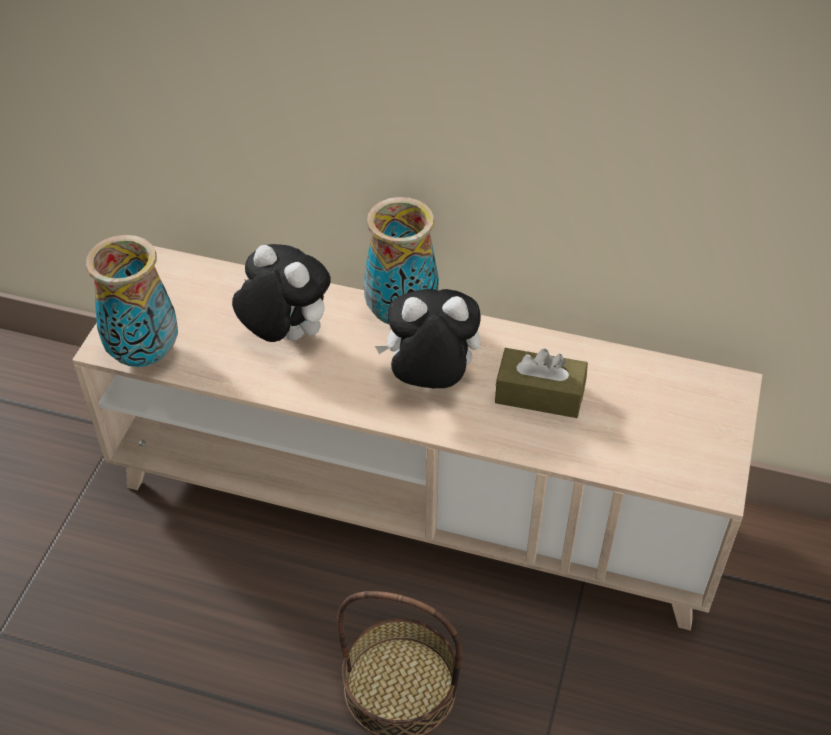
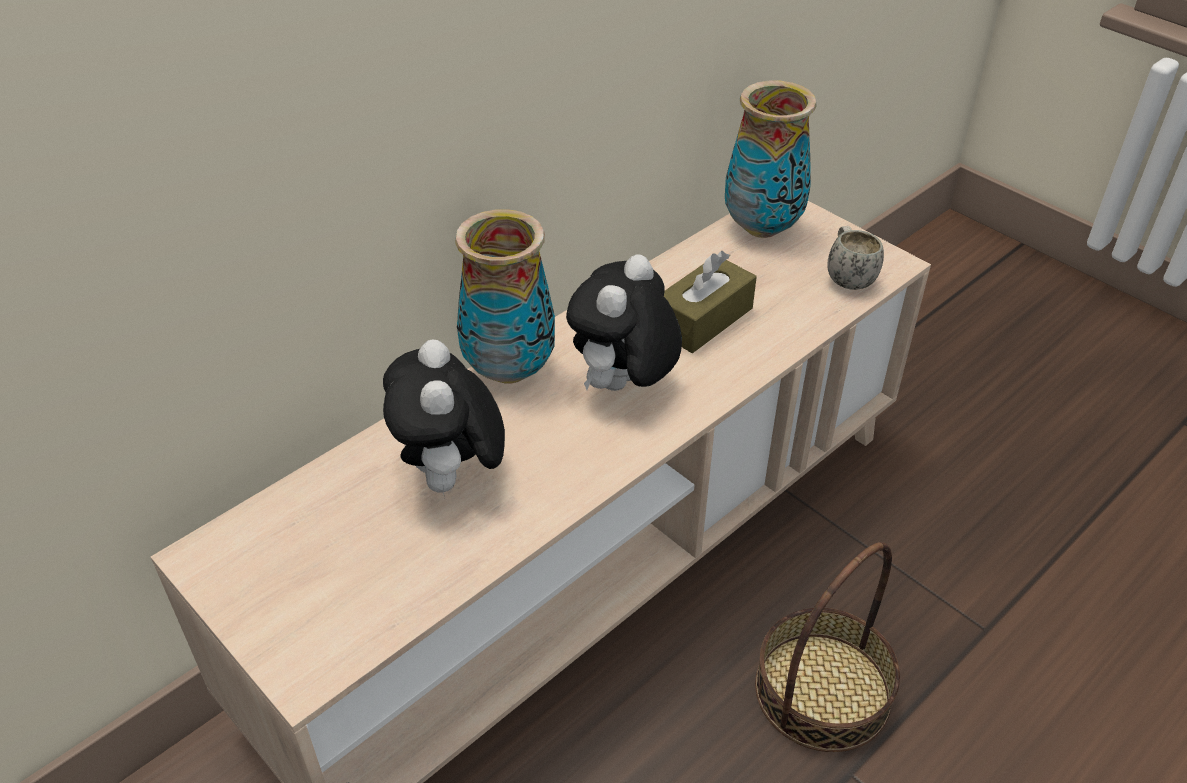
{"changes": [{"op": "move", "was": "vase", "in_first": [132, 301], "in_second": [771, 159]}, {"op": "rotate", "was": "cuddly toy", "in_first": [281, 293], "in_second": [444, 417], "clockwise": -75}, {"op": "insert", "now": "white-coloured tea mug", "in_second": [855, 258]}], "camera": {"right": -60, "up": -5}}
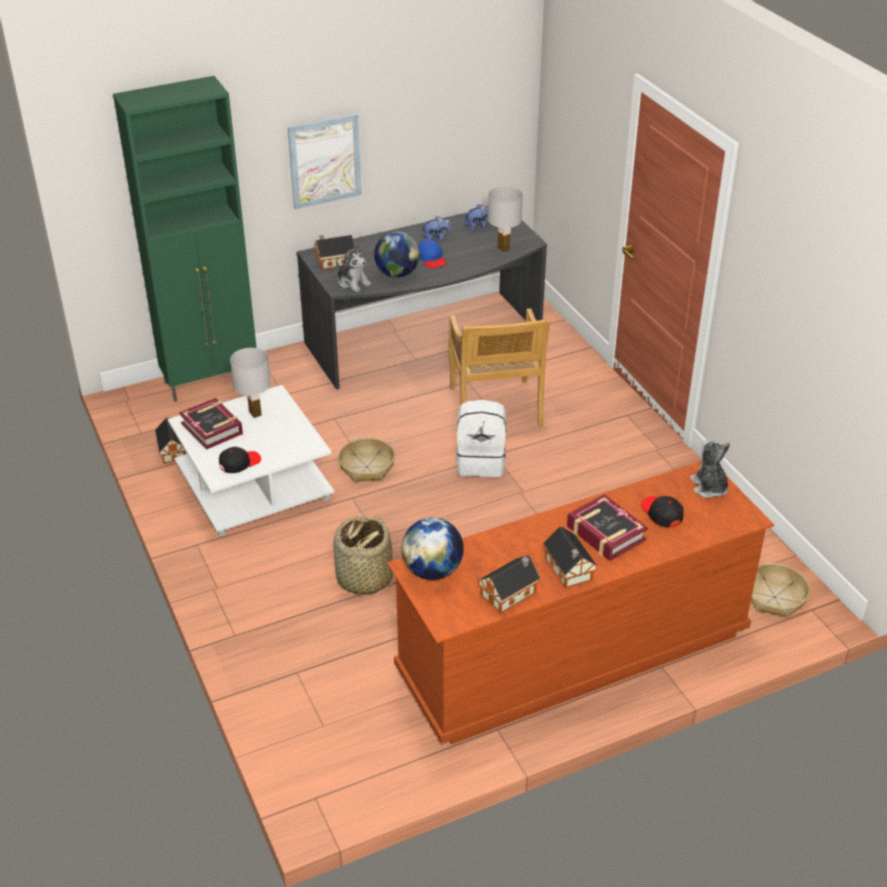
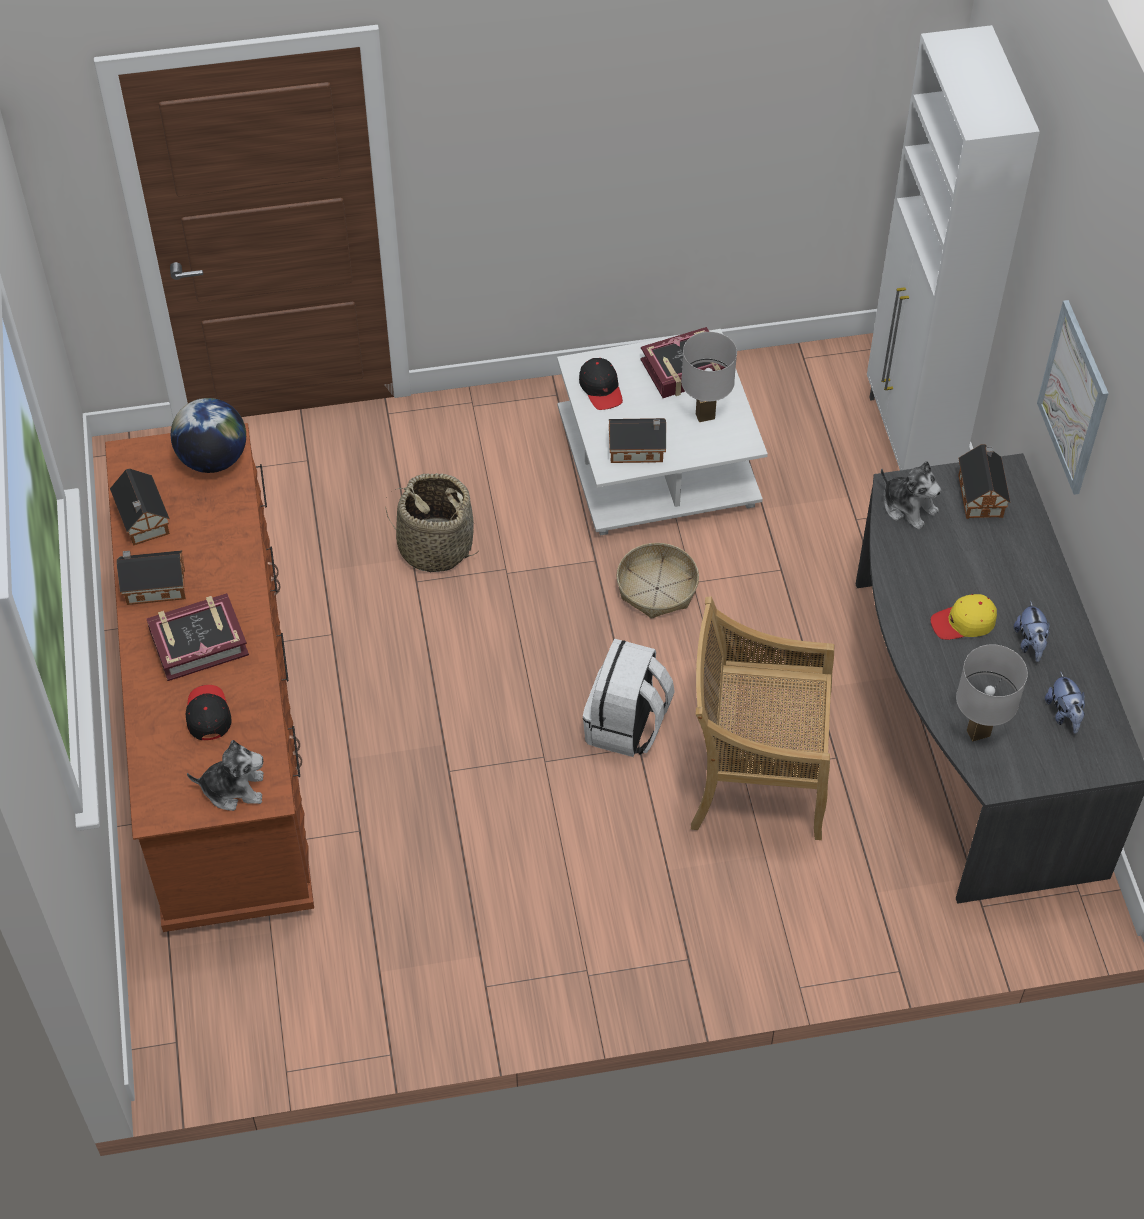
{"changes": [{"op": "recolor", "was": "greenish storage cabinet", "now": "white-coloured storage cabinet", "in_first": [185, 239], "in_second": [953, 247]}, {"op": "delete", "was": "desk globe", "in_first": [397, 254]}, {"op": "recolor", "was": "blue cap", "now": "yellow-coloured cap", "in_first": [432, 253], "in_second": [964, 617]}, {"op": "rotate", "was": "cuddly toy", "in_first": [353, 268], "in_second": [911, 495], "clockwise": -105}, {"op": "move", "was": "model house", "in_first": [170, 440], "in_second": [637, 440]}, {"op": "rotate", "was": "black-coloured cap", "in_first": [662, 512], "in_second": [209, 712], "clockwise": -90}, {"op": "delete", "was": "household basket", "in_first": [780, 590]}], "camera": {"right": 105, "up": 15}}
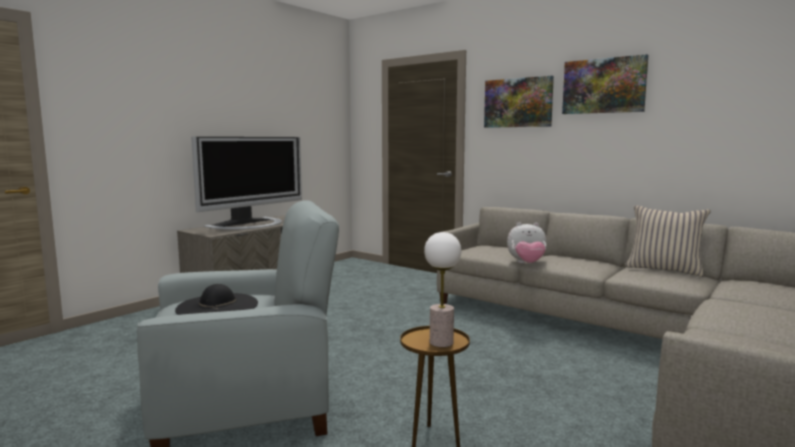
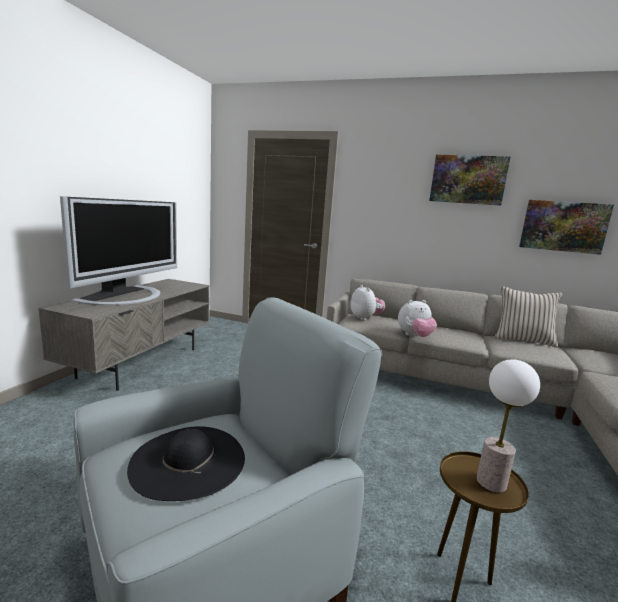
{"changes": [{"op": "move", "was": "picture", "in_first": [519, 102], "in_second": [566, 227]}, {"op": "insert", "now": "cuddly toy", "in_second": [367, 302]}], "camera": {"right": -20, "up": 5}}
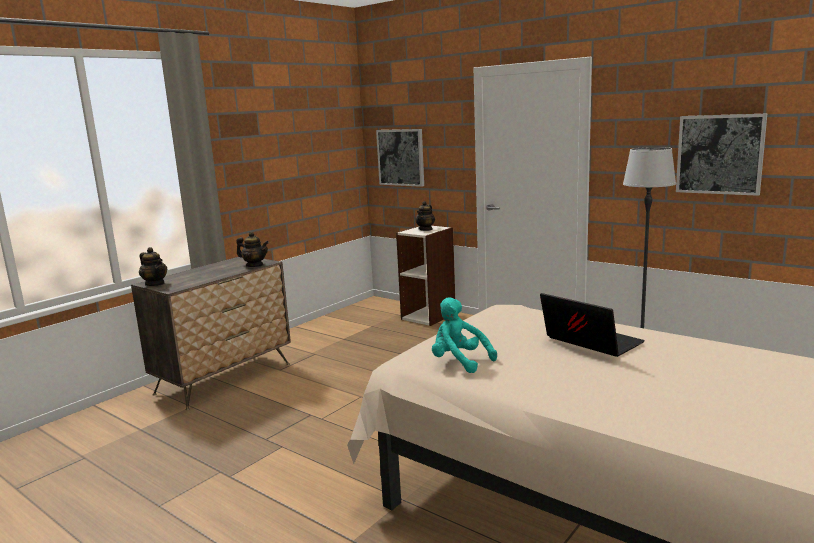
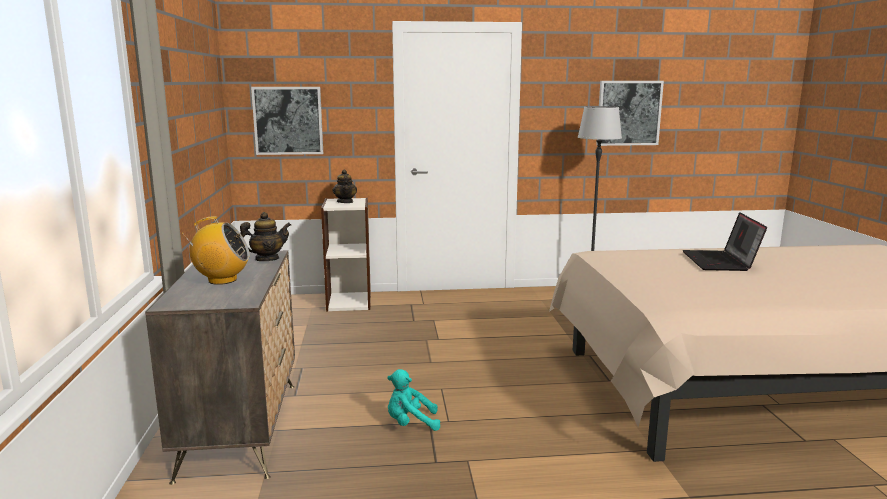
{"changes": [{"op": "delete", "was": "pot for tea", "in_first": [153, 266]}, {"op": "rotate", "was": "notebook computer", "in_first": [592, 325], "in_second": [725, 241], "clockwise": -90}, {"op": "move", "was": "turquoise cuddly toy", "in_first": [464, 335], "in_second": [413, 400]}, {"op": "insert", "now": "radio", "in_second": [216, 250]}], "camera": {"right": -45, "up": 0}}
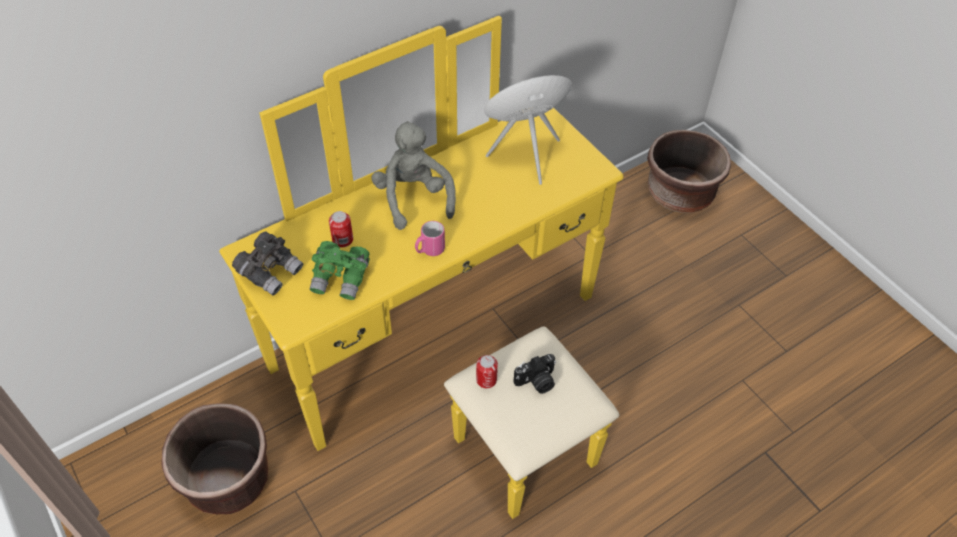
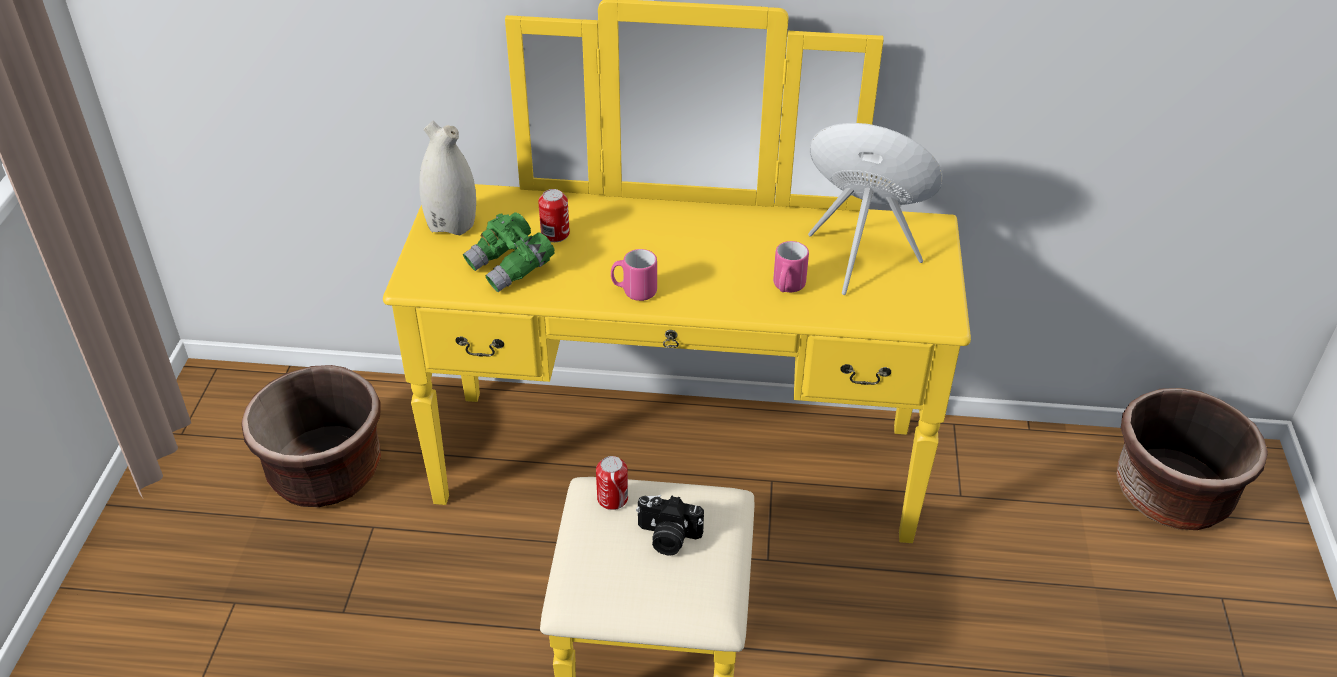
{"changes": [{"op": "delete", "was": "grey cuddly toy", "in_first": [413, 175]}, {"op": "replace", "was": "grey pair of binoculars", "now": "white-coloured vase", "in_first": [267, 264], "in_second": [447, 178]}, {"op": "insert", "now": "pinkish tea mug", "in_second": [791, 266]}], "camera": {"right": 40, "up": -10}}
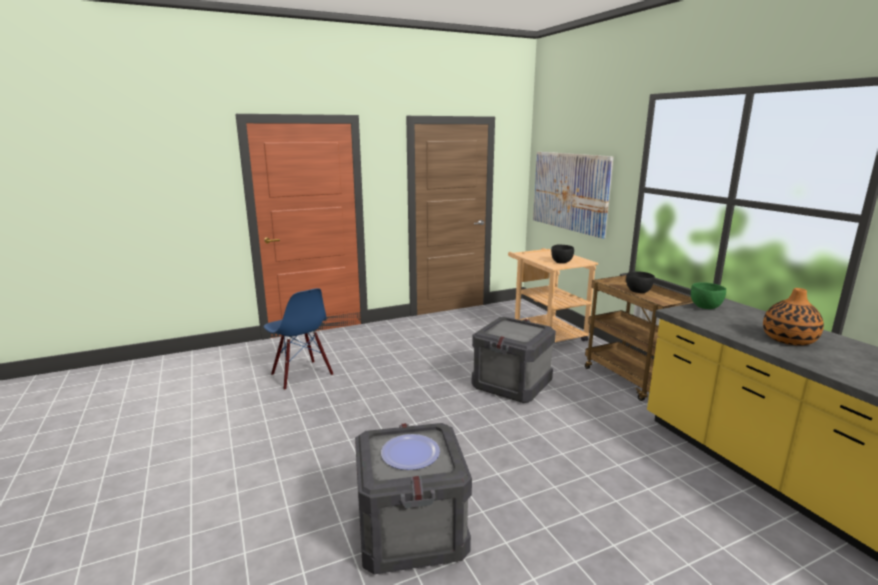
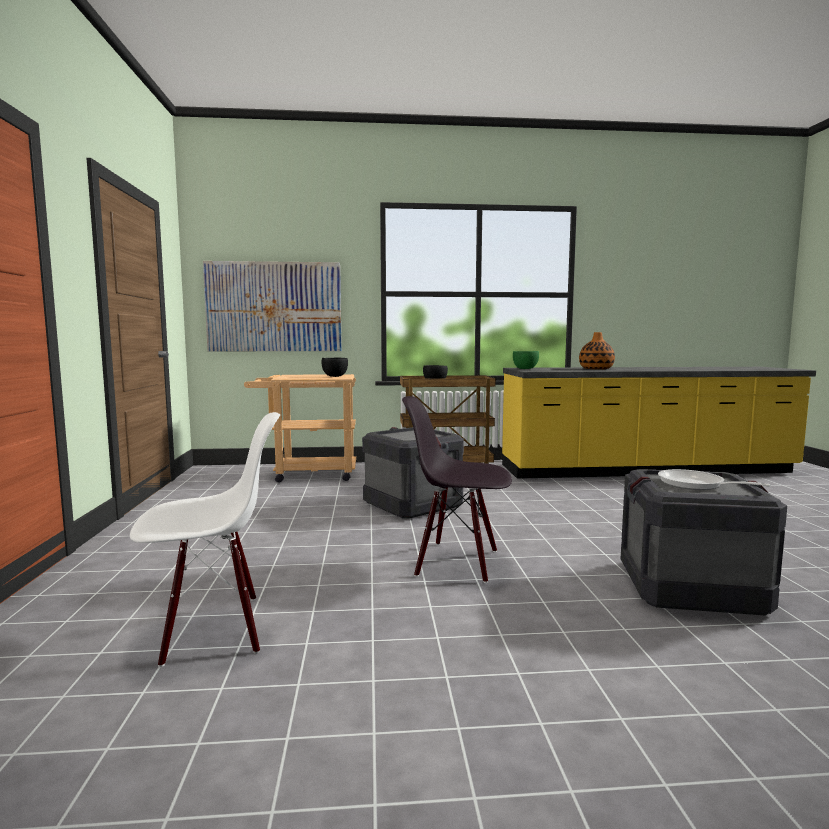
{"changes": [{"op": "recolor", "was": "blue upright chair", "now": "white-coloured upright chair", "in_first": [298, 339], "in_second": [205, 539]}, {"op": "replace", "was": "dinner plate", "now": "pan", "in_first": [410, 452], "in_second": [714, 479]}, {"op": "insert", "now": "black-coloured upright chair", "in_second": [457, 489]}], "camera": {"right": -70, "up": -10}}
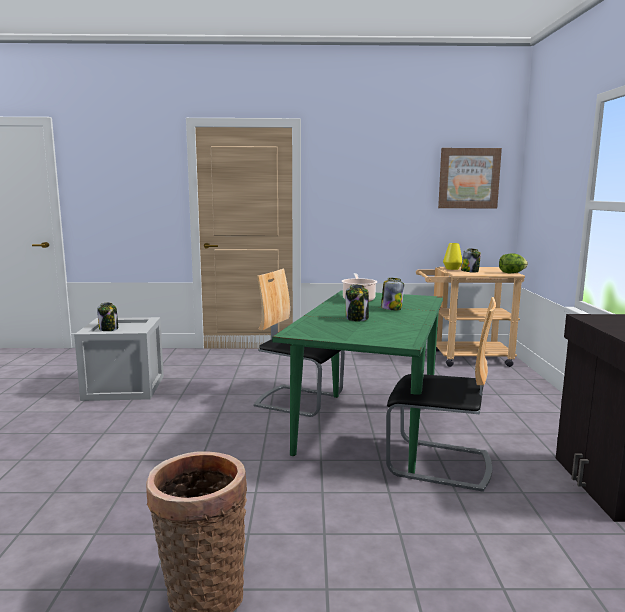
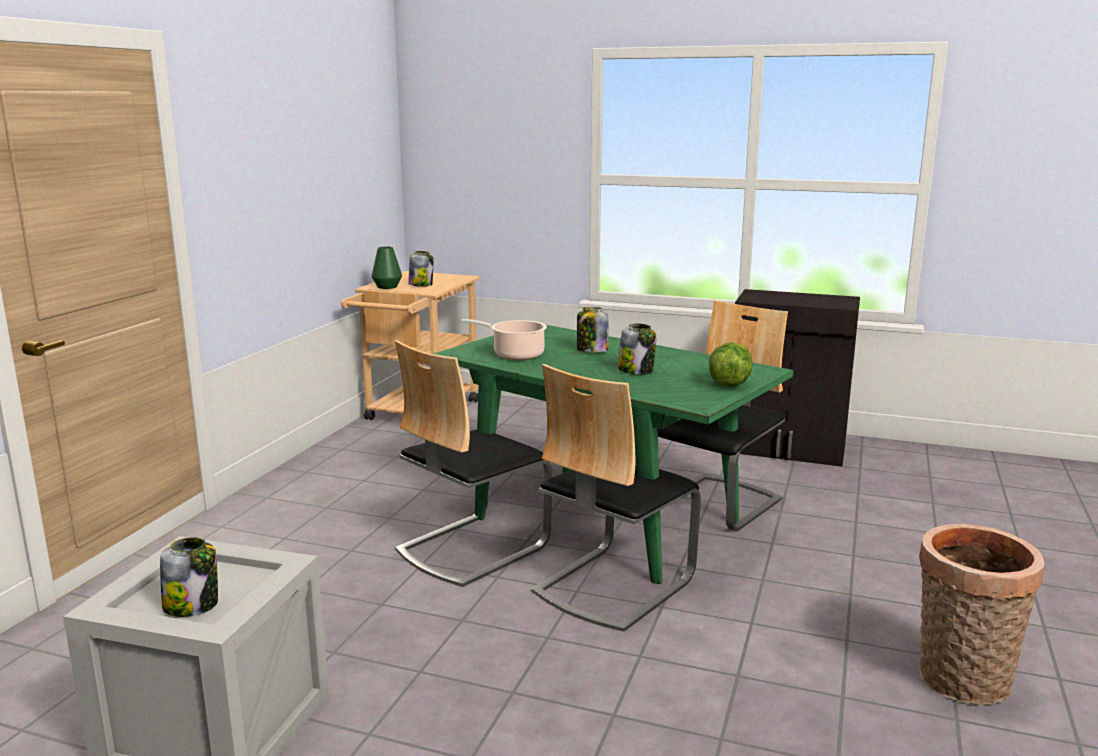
{"changes": [{"op": "delete", "was": "picture", "in_first": [470, 178]}, {"op": "recolor", "was": "yellow-coloured vase", "now": "greenish vase", "in_first": [452, 256], "in_second": [387, 267]}, {"op": "move", "was": "lettuce", "in_first": [513, 263], "in_second": [731, 364]}, {"op": "insert", "now": "upright chair", "in_second": [616, 498]}], "camera": {"right": -70, "up": 5}}
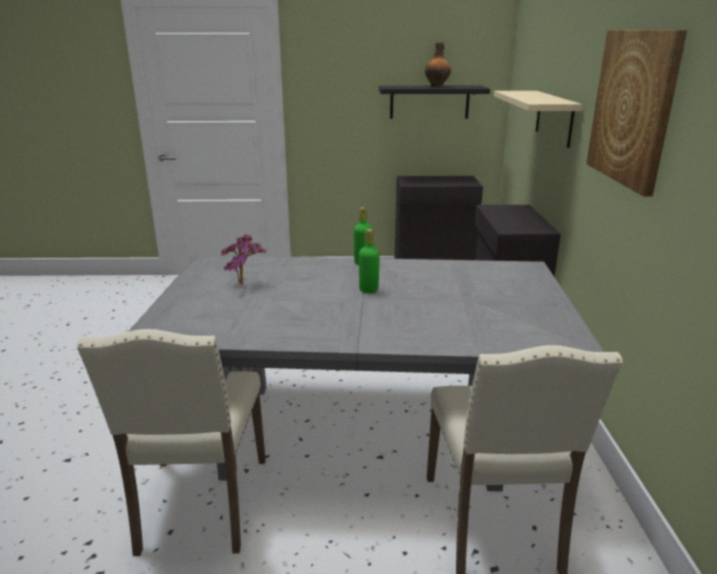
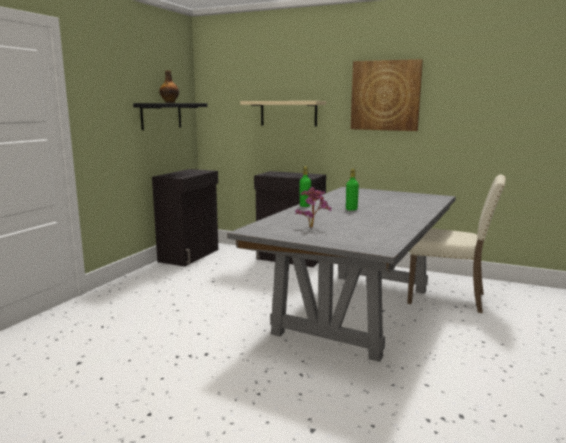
{"changes": [{"op": "delete", "was": "sand-coloured upright chair", "in_first": [171, 442]}], "camera": {"right": -65, "up": -10}}
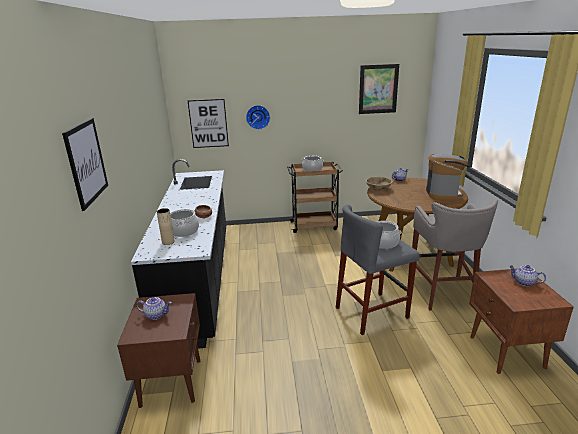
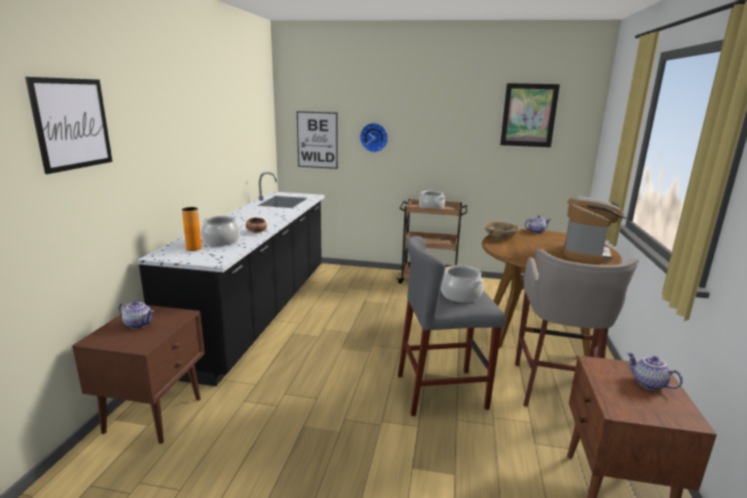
{"changes": [{"op": "recolor", "was": "sand-coloured vase", "now": "orange-coloured vase", "in_first": [166, 226], "in_second": [192, 229]}], "camera": {"right": 15, "up": -5}}
